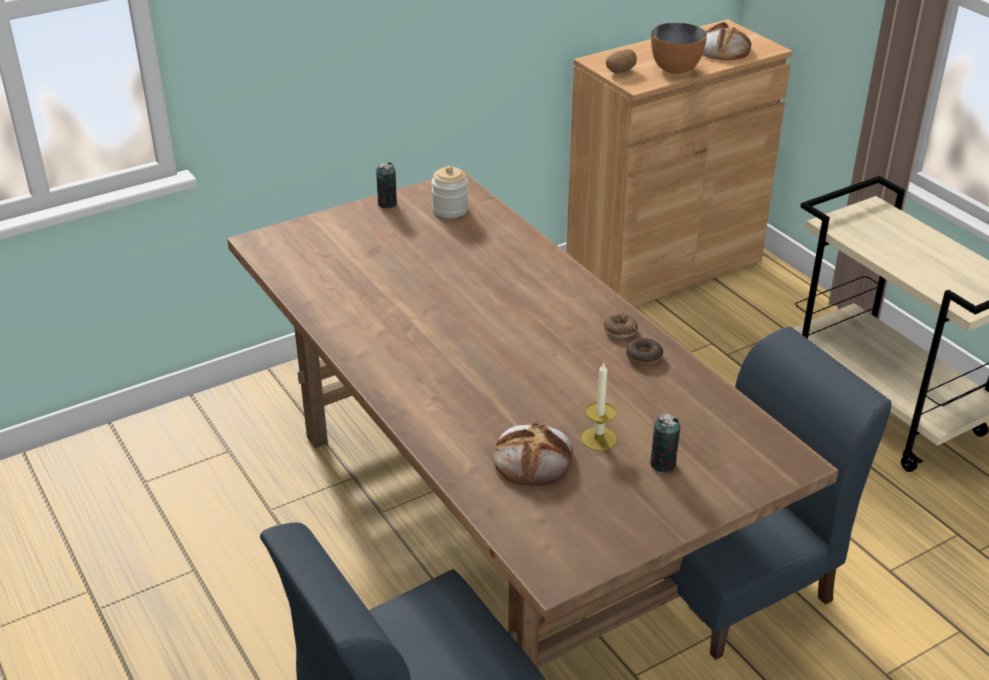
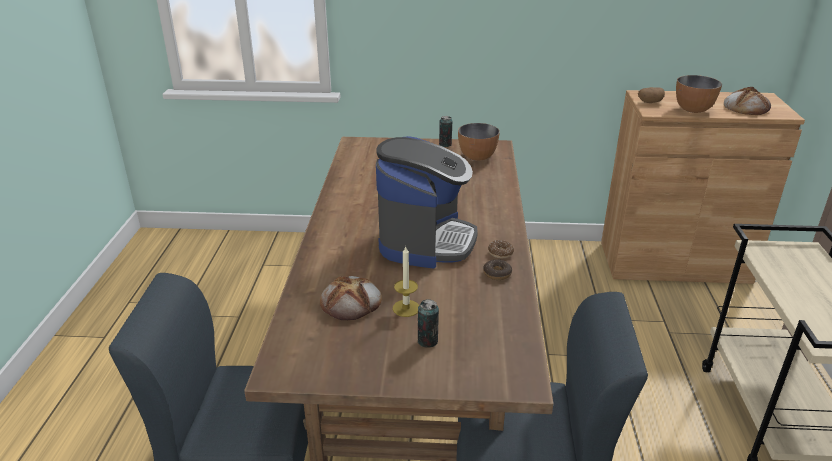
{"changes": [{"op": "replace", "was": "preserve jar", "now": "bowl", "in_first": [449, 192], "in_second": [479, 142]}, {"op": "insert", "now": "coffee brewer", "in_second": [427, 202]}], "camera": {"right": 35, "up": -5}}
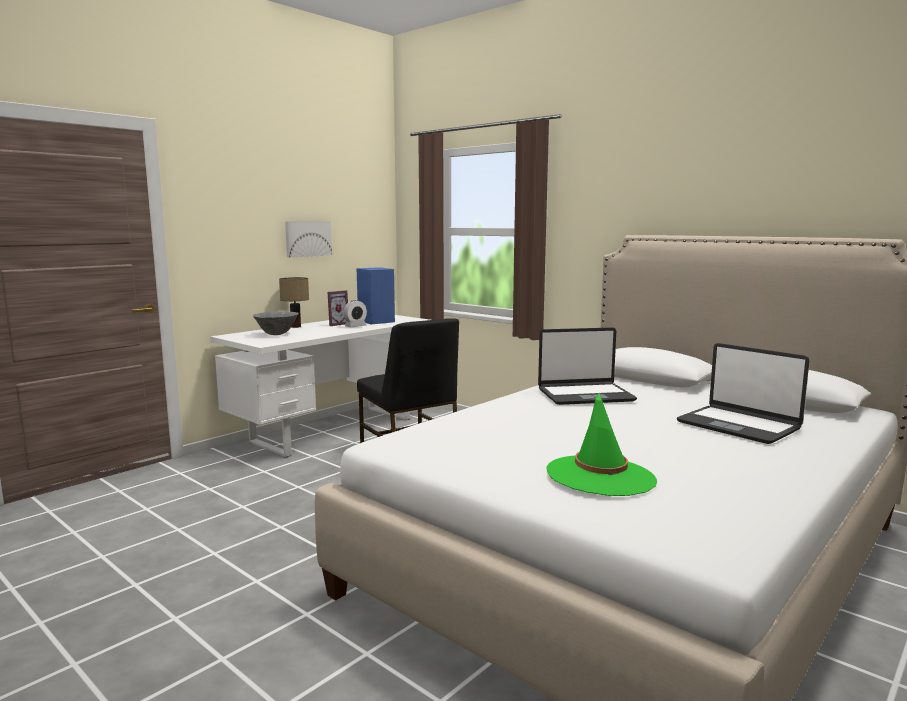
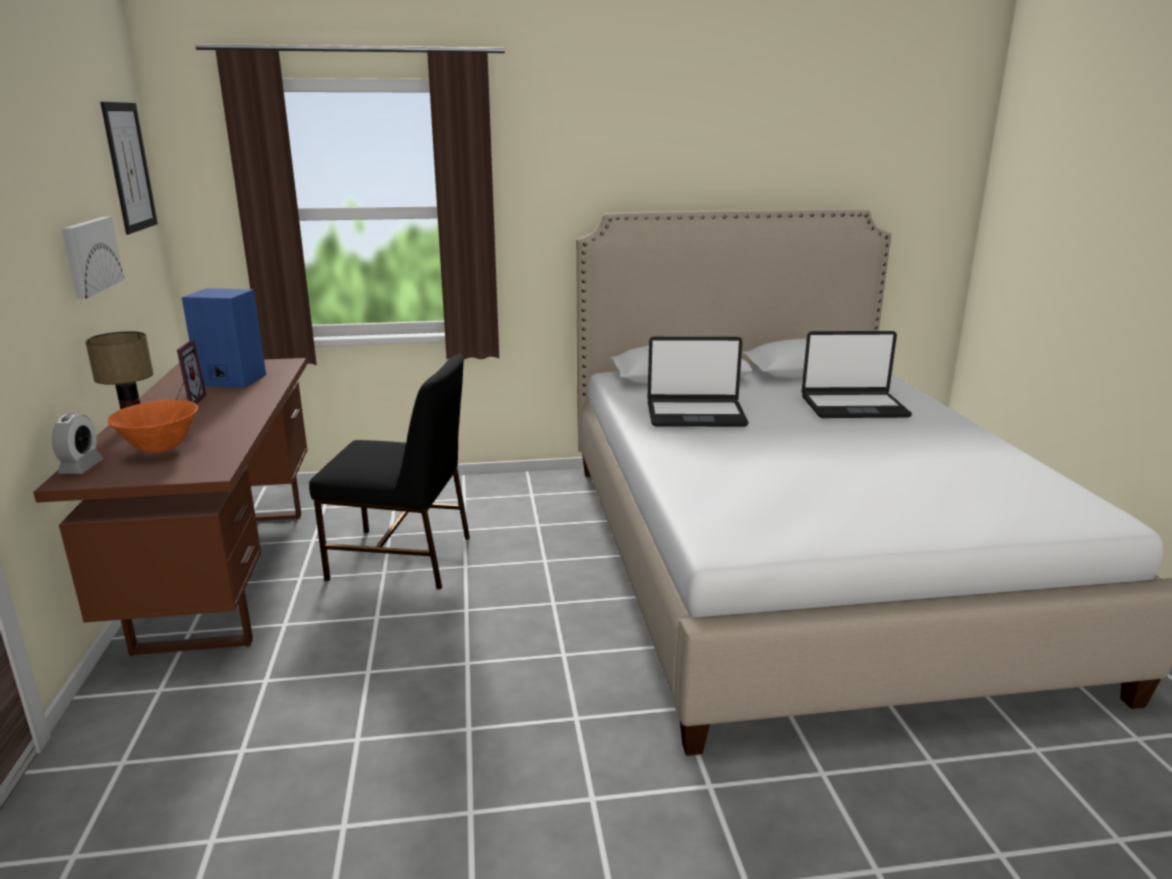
{"changes": [{"op": "move", "was": "alarm clock", "in_first": [355, 313], "in_second": [78, 443]}, {"op": "recolor", "was": "grey bowl", "now": "orange-coloured bowl", "in_first": [276, 323], "in_second": [153, 426]}, {"op": "recolor", "was": "white-coloured desk unit", "now": "brown desk unit", "in_first": [319, 386], "in_second": [170, 507]}, {"op": "rotate", "was": "notebook computer", "in_first": [587, 366], "in_second": [698, 382], "clockwise": 60}, {"op": "delete", "was": "greenish wearable hat", "in_first": [602, 444]}, {"op": "insert", "now": "picture", "in_second": [129, 168]}], "camera": {"right": -50, "up": 10}}
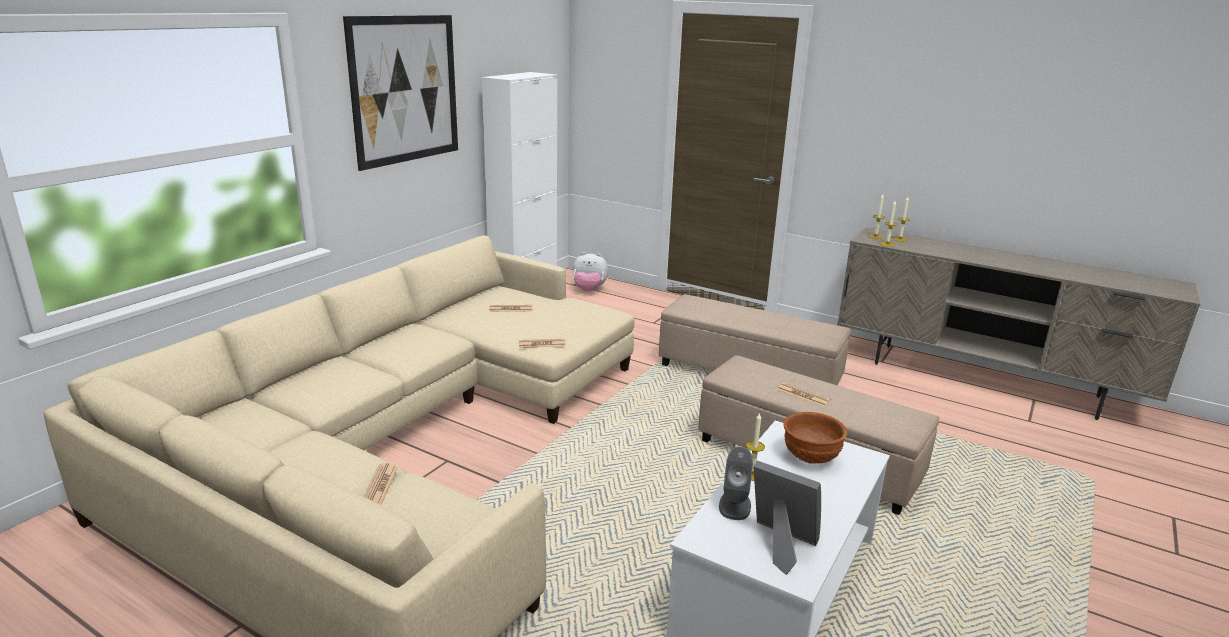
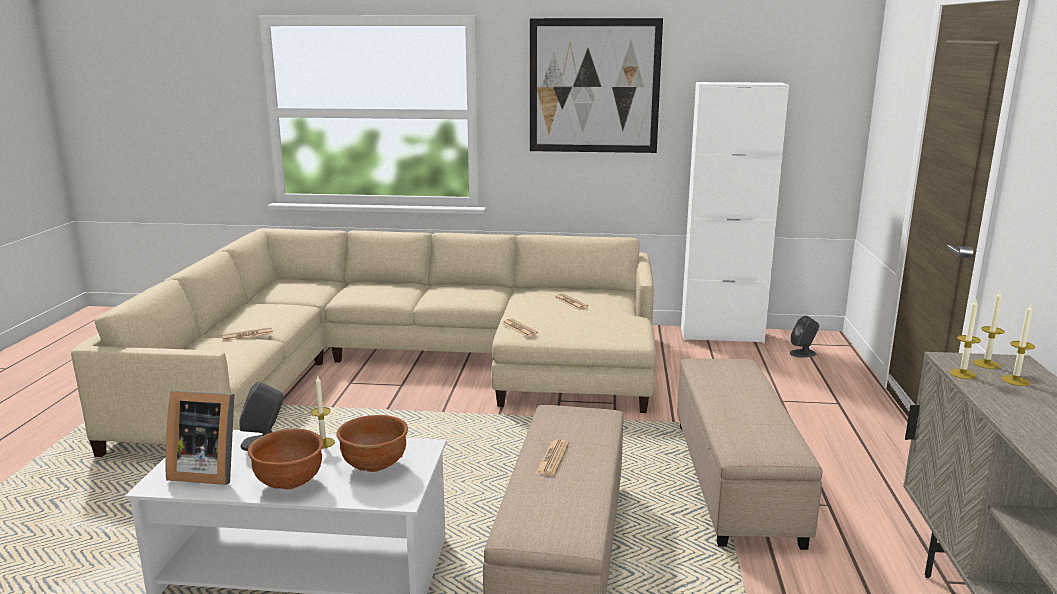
{"changes": [{"op": "replace", "was": "cuddly toy", "now": "grey speaker", "in_first": [590, 271], "in_second": [804, 337]}, {"op": "rotate", "was": "standing frame", "in_first": [787, 517], "in_second": [200, 437], "clockwise": 90}, {"op": "insert", "now": "brown bowl", "in_second": [286, 459]}], "camera": {"right": 65, "up": -5}}
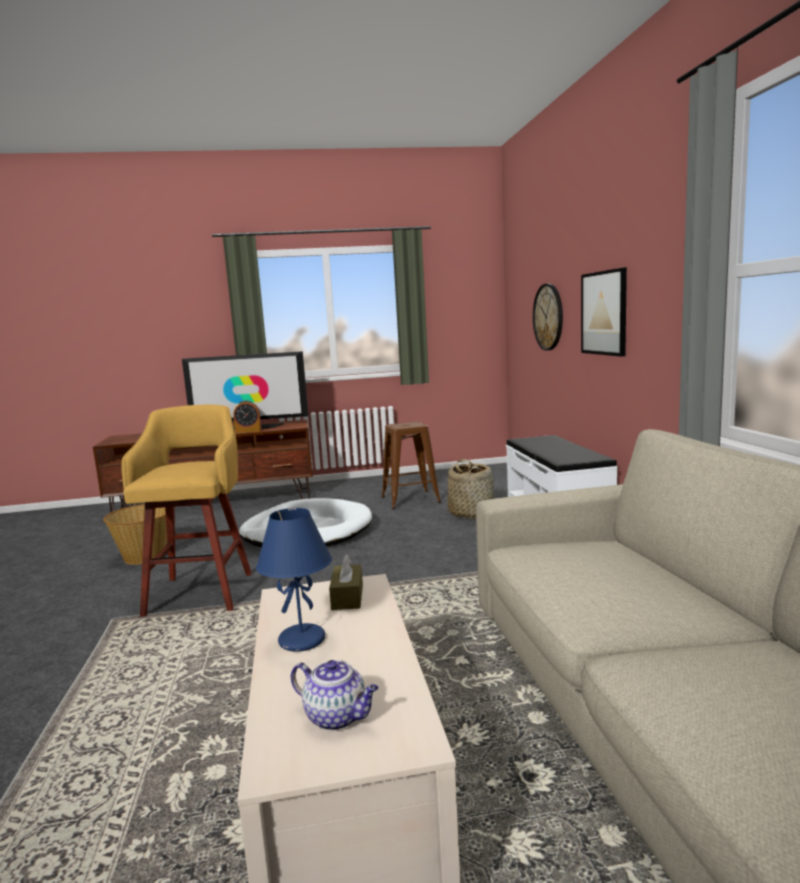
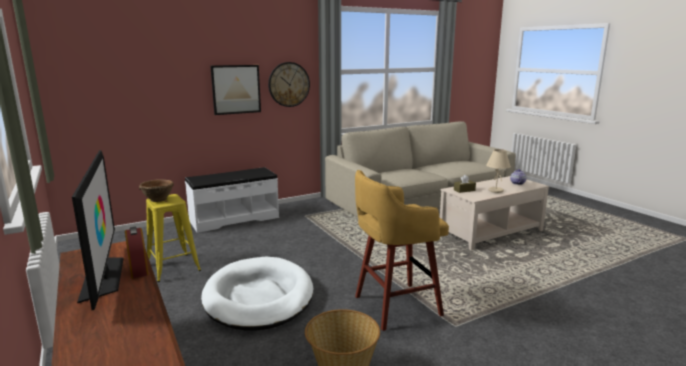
{"changes": [{"op": "move", "was": "clock on the wall", "in_first": [548, 317], "in_second": [289, 84]}, {"op": "recolor", "was": "brown stool seat", "now": "yellow-coloured stool seat", "in_first": [411, 465], "in_second": [173, 238]}, {"op": "delete", "was": "household basket", "in_first": [470, 489]}, {"op": "recolor", "was": "blue tabletop lamp", "now": "sand-coloured tabletop lamp", "in_first": [294, 580], "in_second": [498, 171]}, {"op": "insert", "now": "brown bowl", "in_second": [156, 190]}], "camera": {"right": -110, "up": 5}}
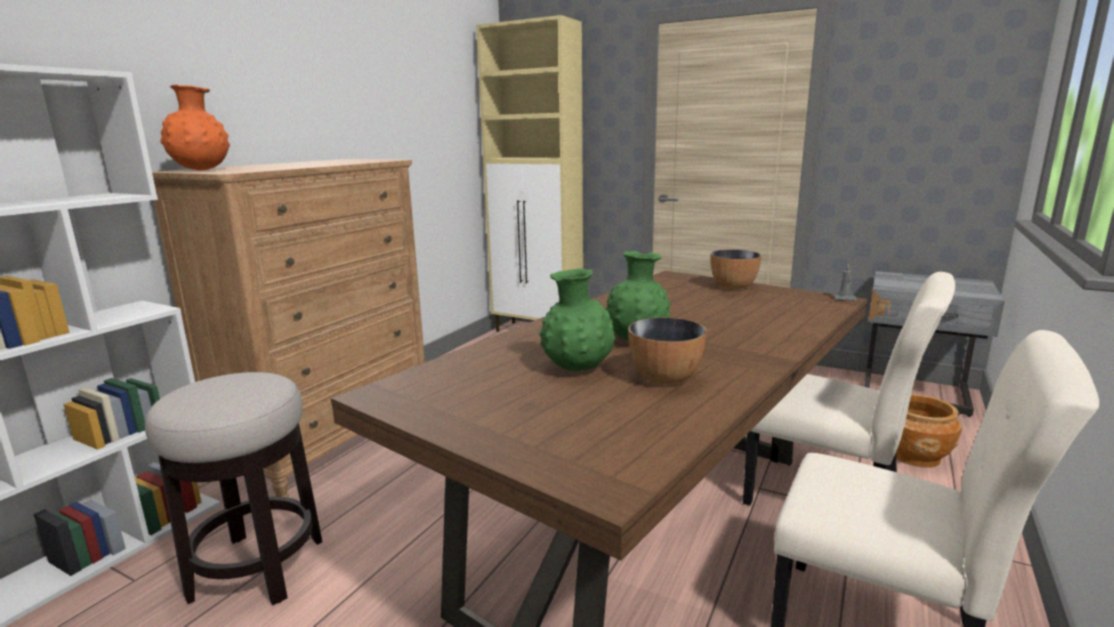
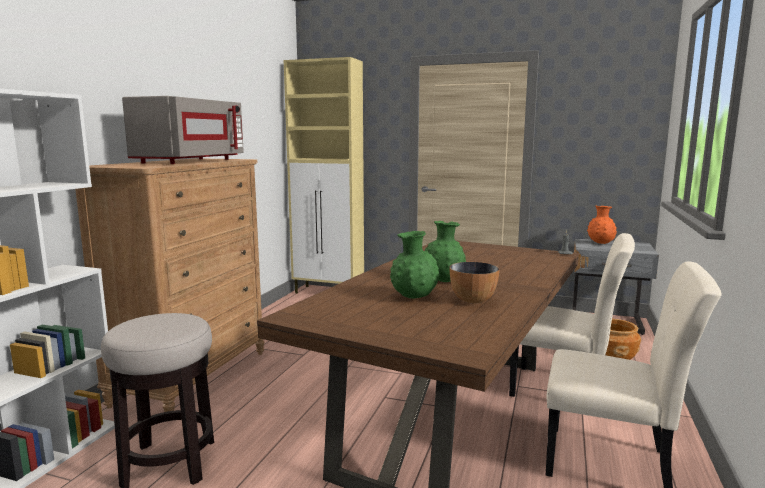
{"changes": [{"op": "move", "was": "orange-coloured vase", "in_first": [195, 128], "in_second": [602, 225]}, {"op": "delete", "was": "bowl", "in_first": [736, 270]}, {"op": "insert", "now": "grey microwave", "in_second": [183, 130]}], "camera": {"right": -10, "up": -5}}
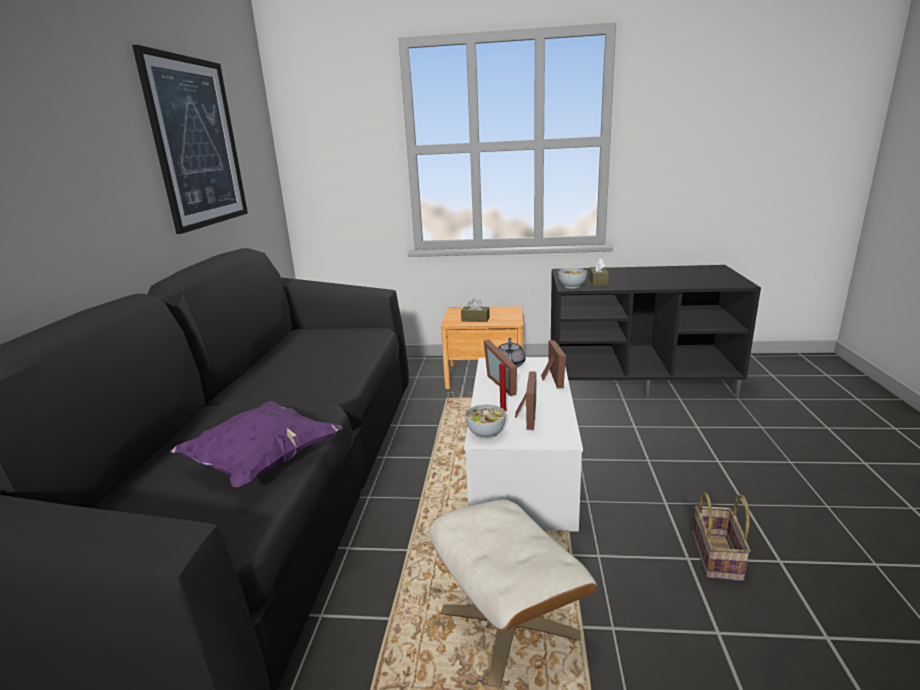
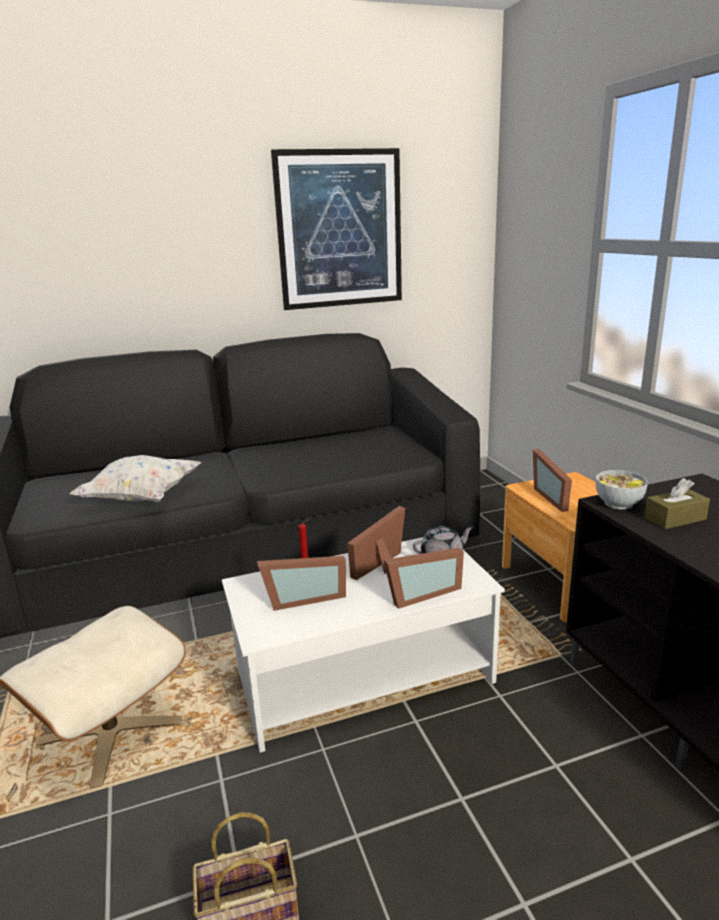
{"changes": [{"op": "replace", "was": "brown tissue box", "now": "standing frame", "in_first": [475, 310], "in_second": [552, 480]}, {"op": "recolor", "was": "purplish pillow", "now": "white-coloured pillow", "in_first": [256, 444], "in_second": [136, 478]}, {"op": "delete", "was": "bowl", "in_first": [486, 421]}], "camera": {"right": 65, "up": 0}}
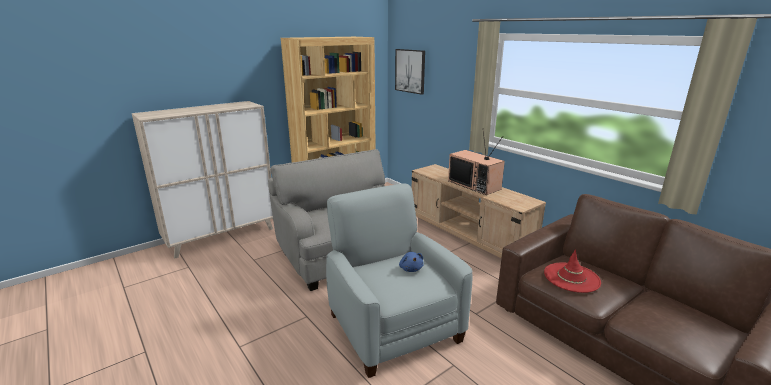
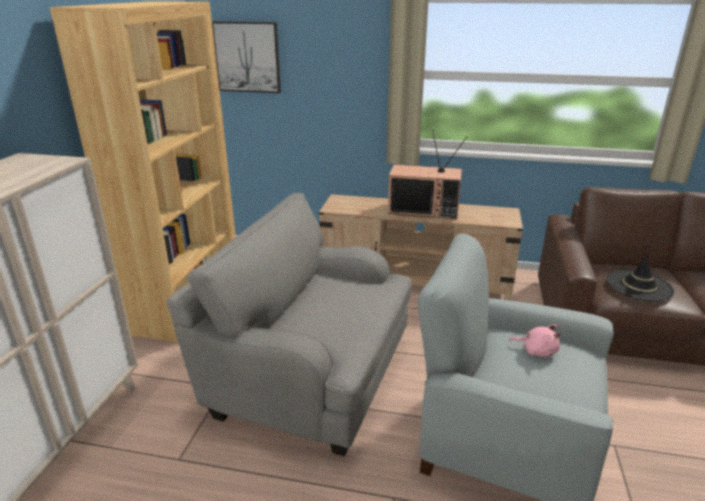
{"changes": [{"op": "recolor", "was": "reddish wearable hat", "now": "black-coloured wearable hat", "in_first": [572, 271], "in_second": [640, 277]}, {"op": "recolor", "was": "blue cuddly toy", "now": "pinkish cuddly toy", "in_first": [411, 262], "in_second": [535, 340]}], "camera": {"right": -40, "up": 5}}
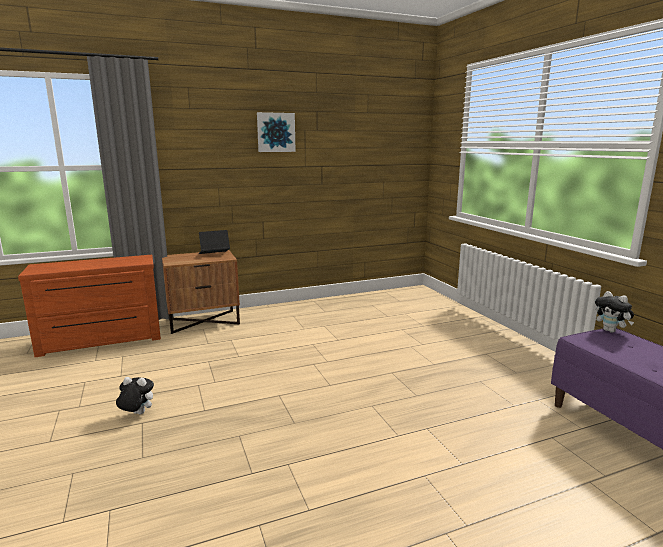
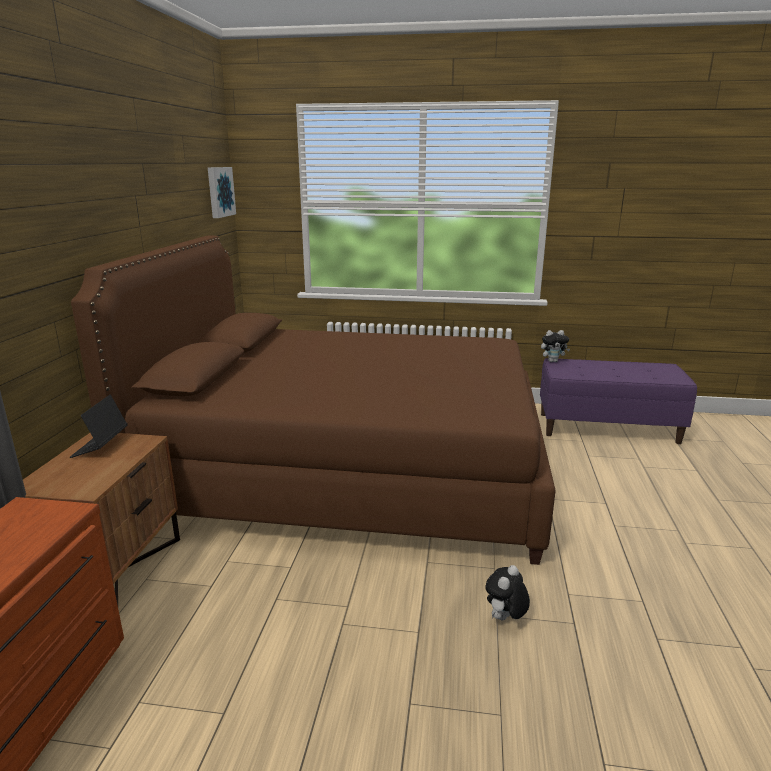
{"changes": [{"op": "move", "was": "picture", "in_first": [276, 132], "in_second": [222, 192]}, {"op": "move", "was": "cuddly toy", "in_first": [135, 395], "in_second": [508, 592]}, {"op": "insert", "now": "brown bed", "in_second": [313, 400]}], "camera": {"right": -60, "up": 5}}
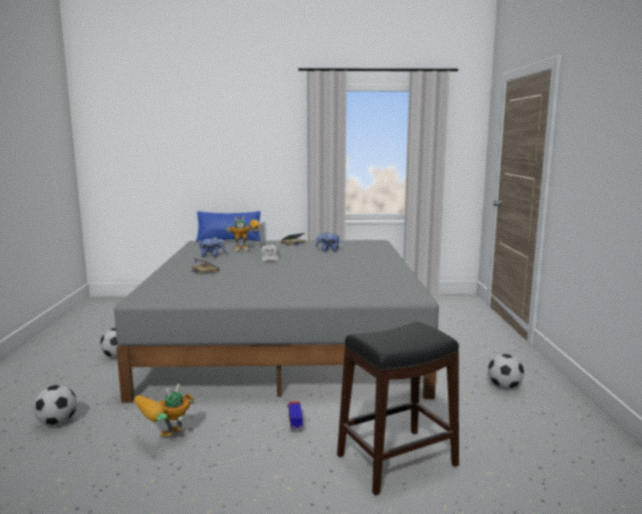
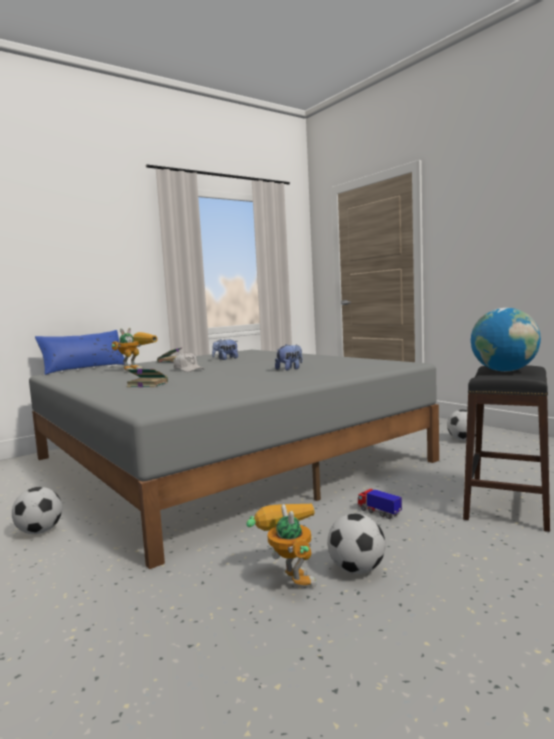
{"changes": [{"op": "move", "was": "cuddly toy", "in_first": [212, 247], "in_second": [288, 357]}, {"op": "rotate", "was": "model robot", "in_first": [164, 410], "in_second": [281, 545], "clockwise": 150}, {"op": "move", "was": "football", "in_first": [55, 405], "in_second": [356, 543]}, {"op": "insert", "now": "desk globe", "in_second": [506, 340]}], "camera": {"right": -35, "up": -5}}
